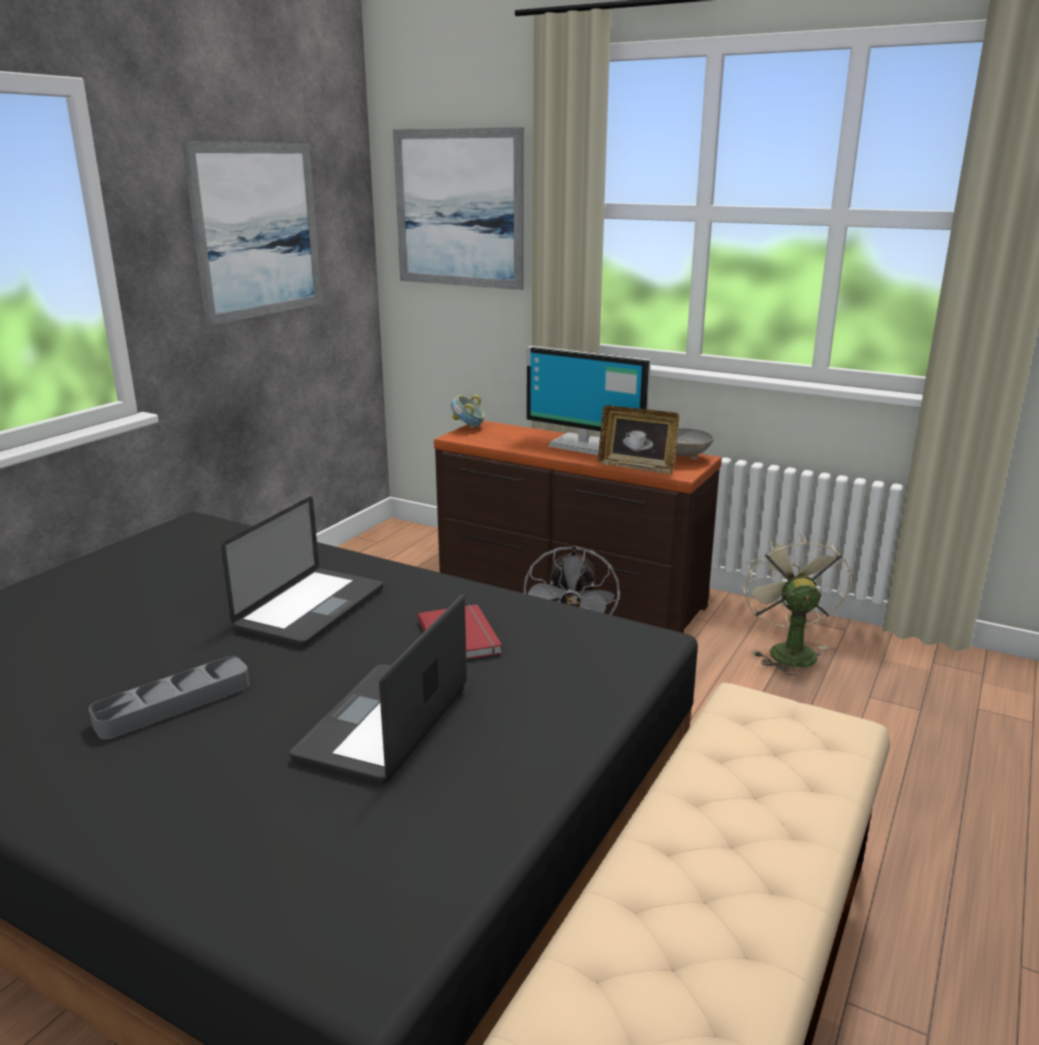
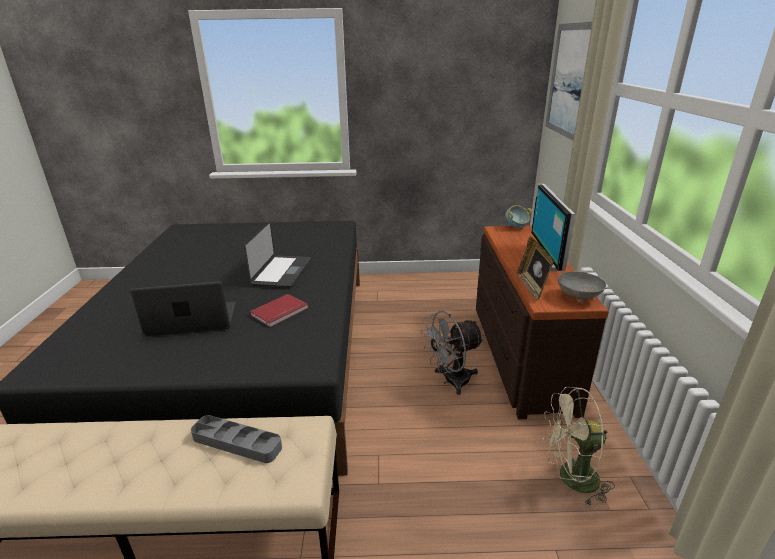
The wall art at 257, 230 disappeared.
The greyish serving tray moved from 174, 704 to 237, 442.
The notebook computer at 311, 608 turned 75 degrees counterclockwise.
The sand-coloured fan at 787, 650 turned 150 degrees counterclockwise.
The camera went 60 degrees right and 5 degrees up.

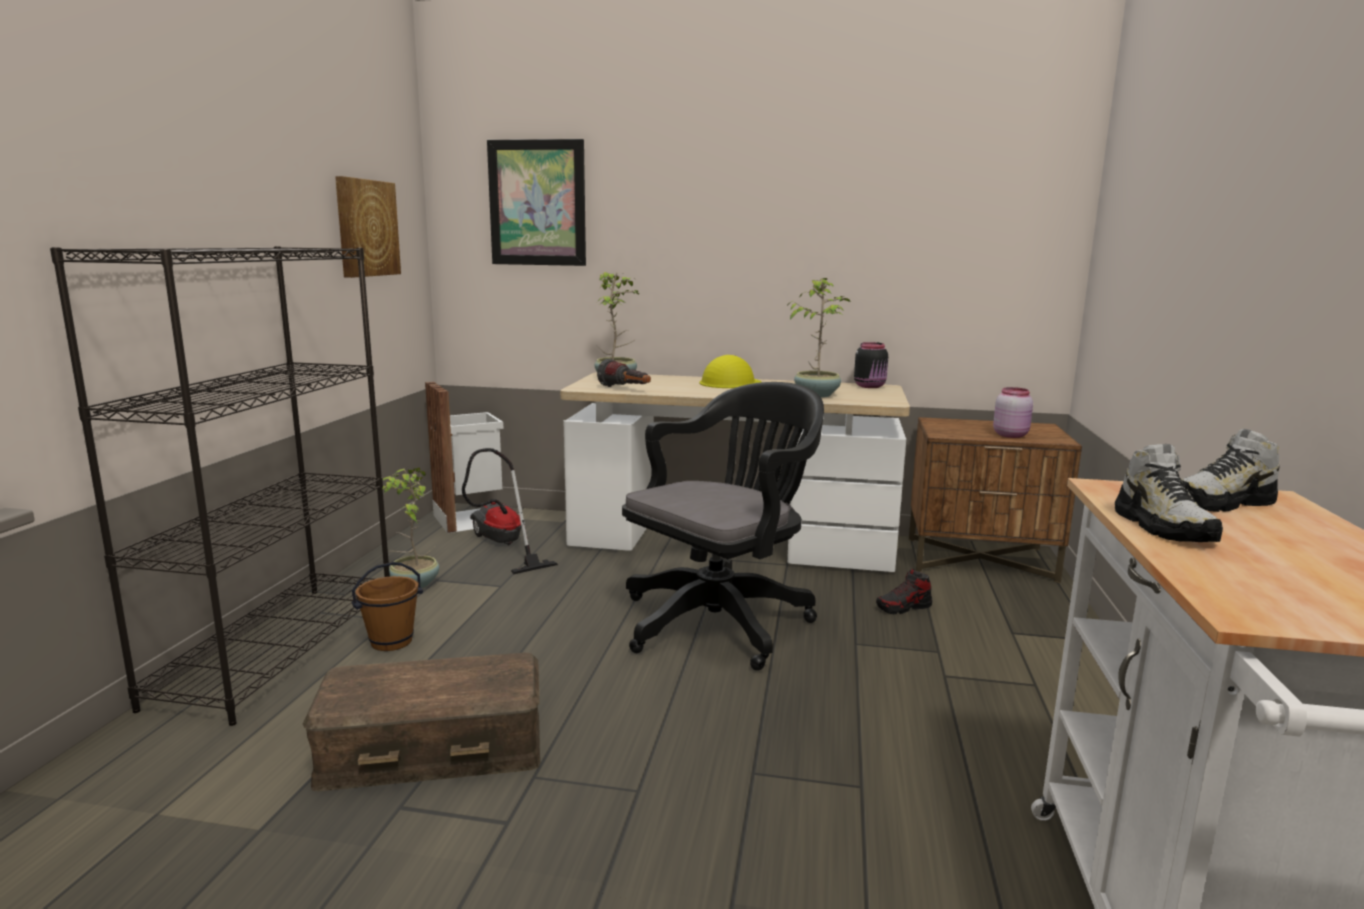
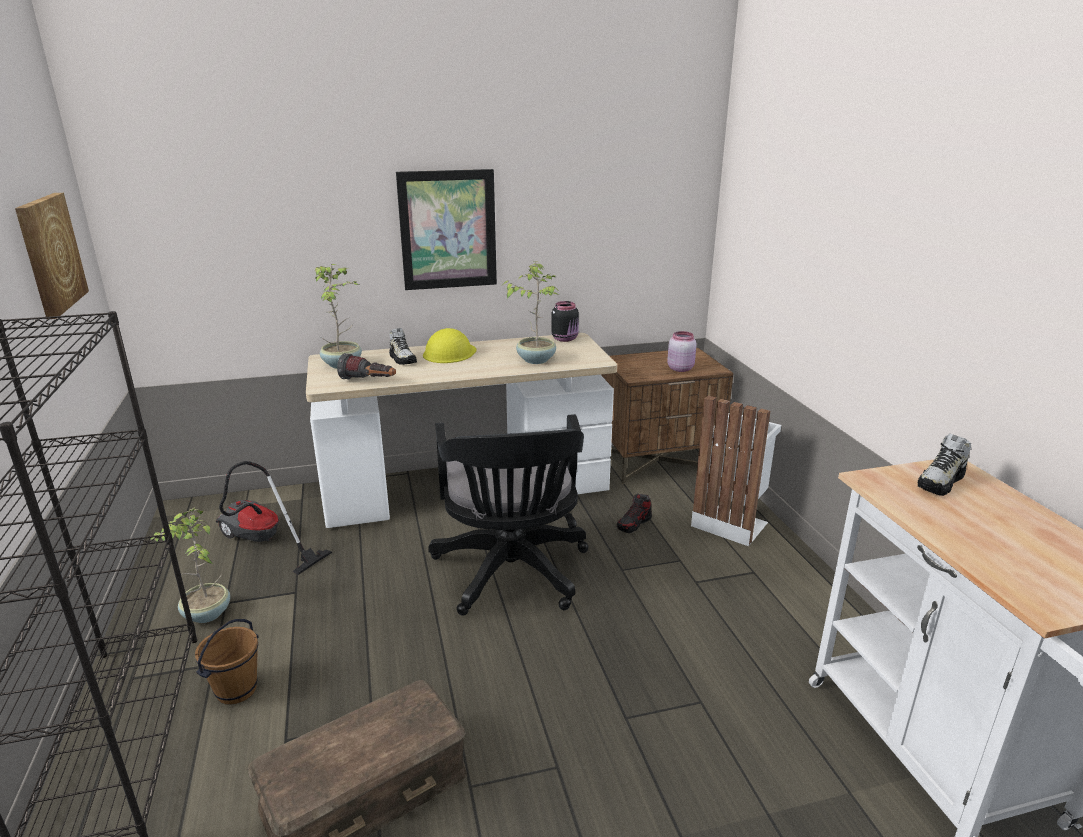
The white trash can moved from 469, 519 to 730, 522.
The wall art moved from 537, 203 to 448, 230.
The shoe moved from 1163, 527 to 402, 359.
The black-coloured office chair at 722, 620 turned 150 degrees clockwise.
The camera went 25 degrees left and 10 degrees up.

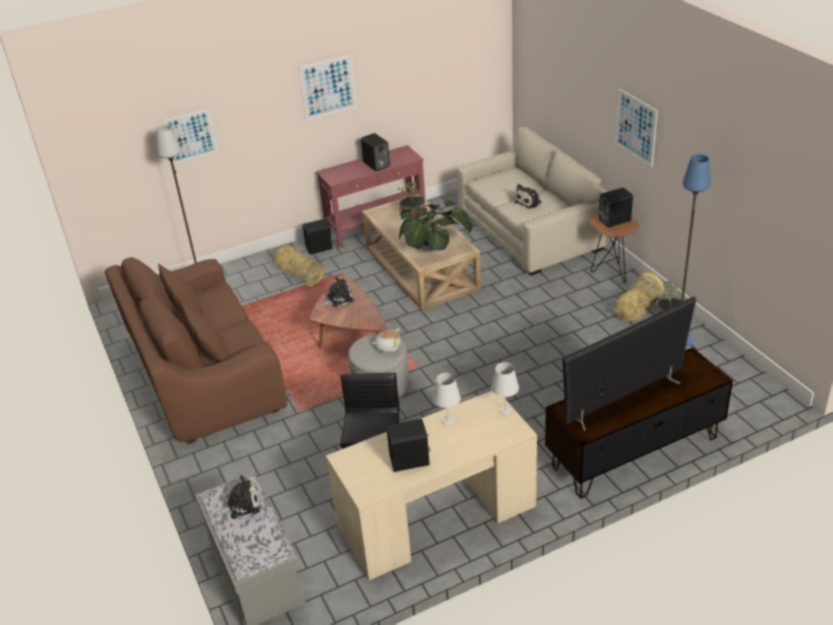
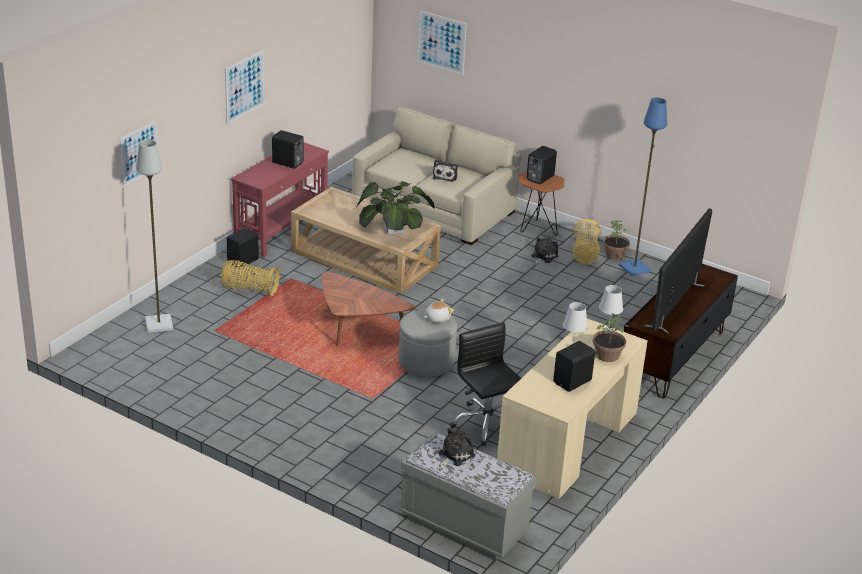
The brown settee at 205, 377 disappeared.
The soft toy moved from 338, 299 to 543, 257.
The potted plant moved from 413, 214 to 607, 355.
The wall art moved from 636, 127 to 442, 42.
The camera went 35 degrees left and 5 degrees down.

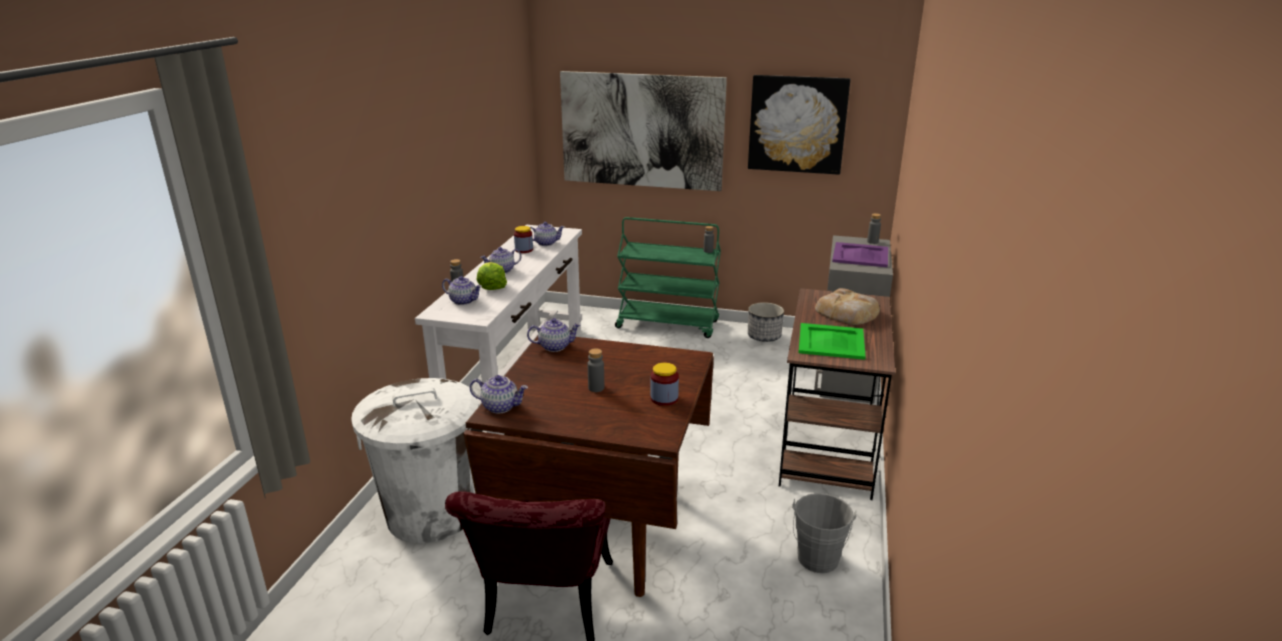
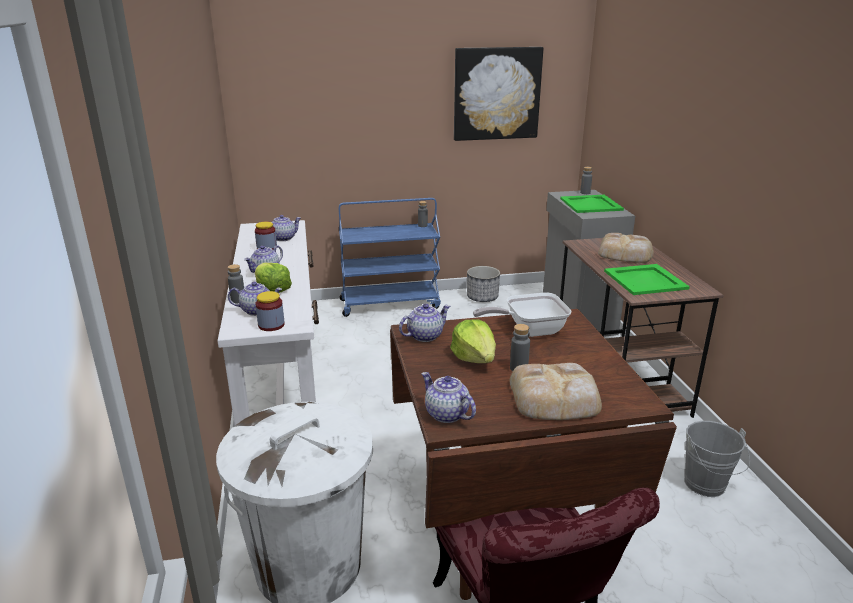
The wall art at 642, 130 disappeared.
The lettuce head at 475, 358 appeared.
The frying pan at 529, 330 appeared.
The bakery bread at 555, 398 appeared.
The preserve jar moved from 664, 398 to 271, 325.
The greenish trolley at 668, 324 became the bluish trolley at 390, 304.
The purplish serving tray at 861, 255 became the greenish serving tray at 591, 204.
The tea pot at 500, 406 turned 120 degrees counterclockwise.
The camera went 25 degrees left and 0 degrees up.

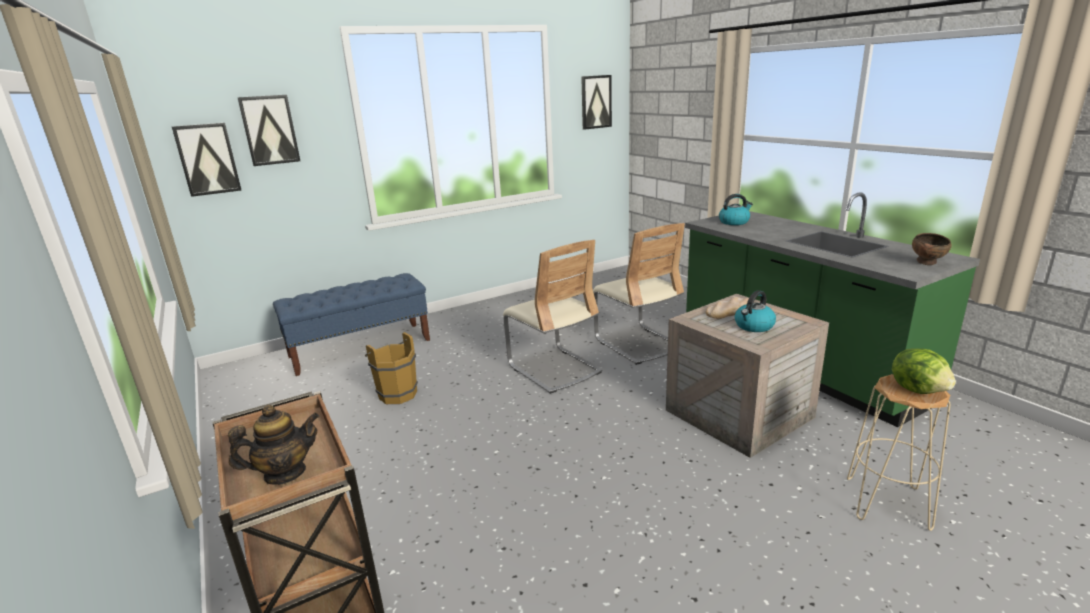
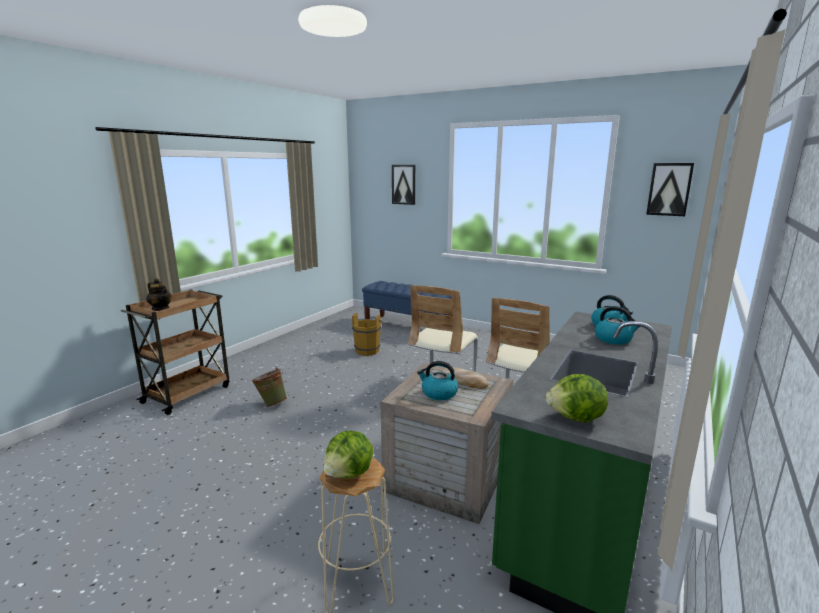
The wall art at 207, 159 disappeared.
The greenish water bucket at 271, 403 appeared.
The water kettle at 613, 339 appeared.
The brown deep dish at 927, 263 was replaced by the lettuce head at 576, 418.
The camera went 60 degrees right and 5 degrees down.

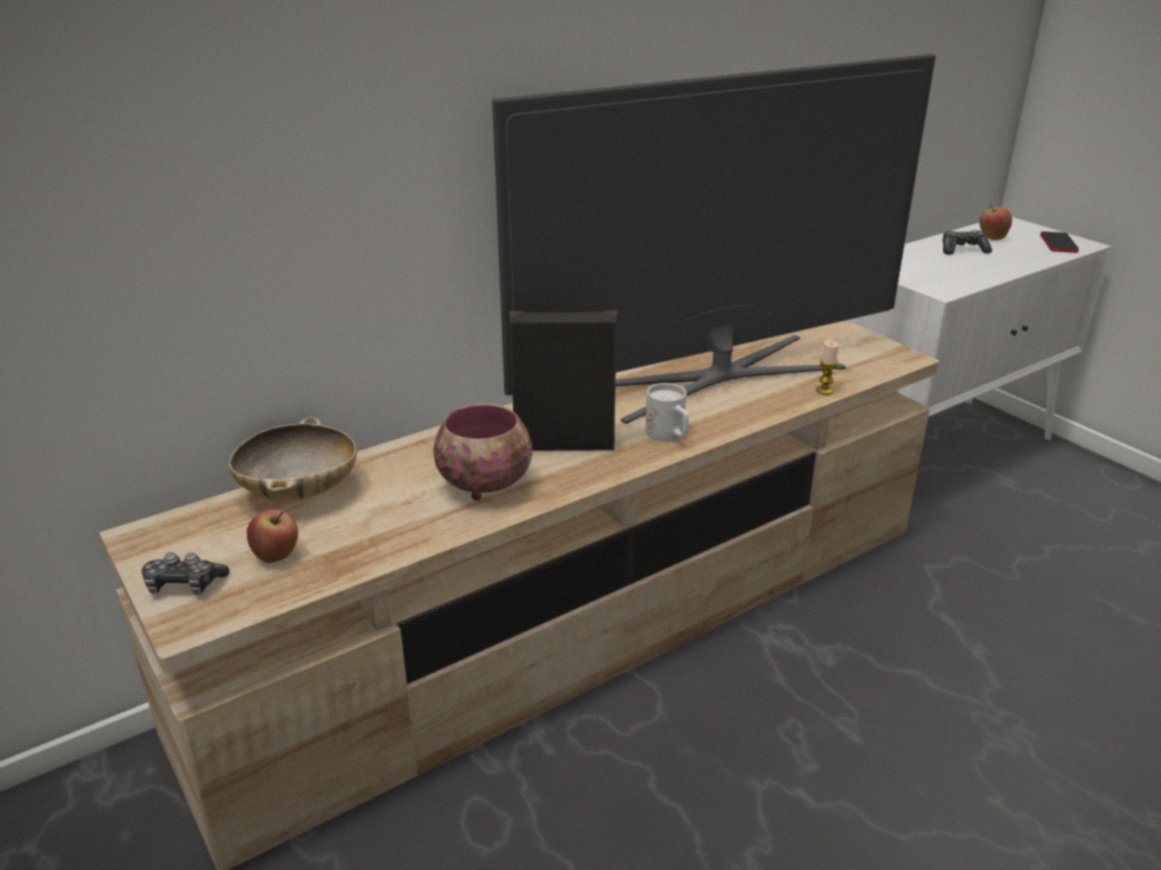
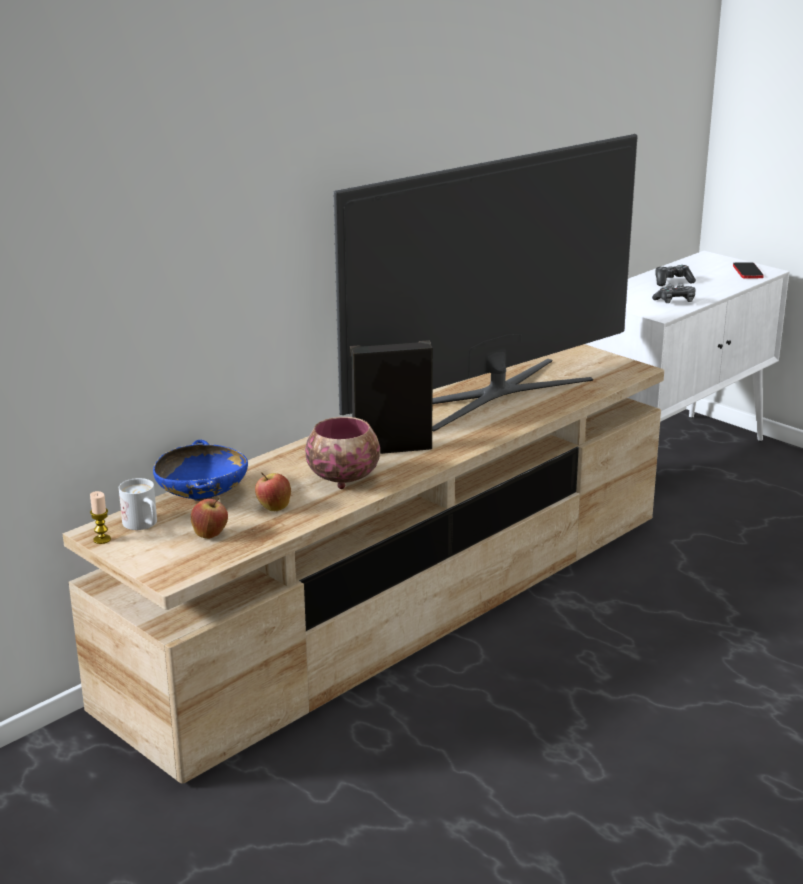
The gamepad moved from 184, 585 to 675, 301.
The white tea mug moved from 669, 436 to 143, 525.
The candle moved from 825, 390 to 102, 539.
The whole apple moved from 992, 238 to 273, 507.
The sand-coloured deep dish at 300, 492 became the bluish deep dish at 203, 495.
The camera went 10 degrees left and 5 degrees down.

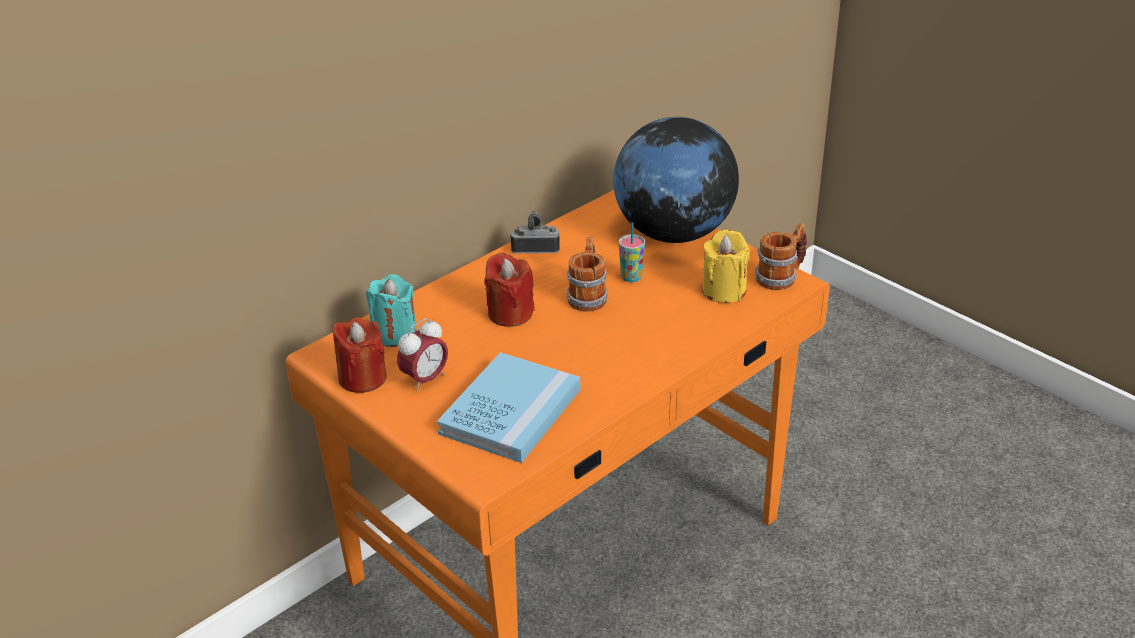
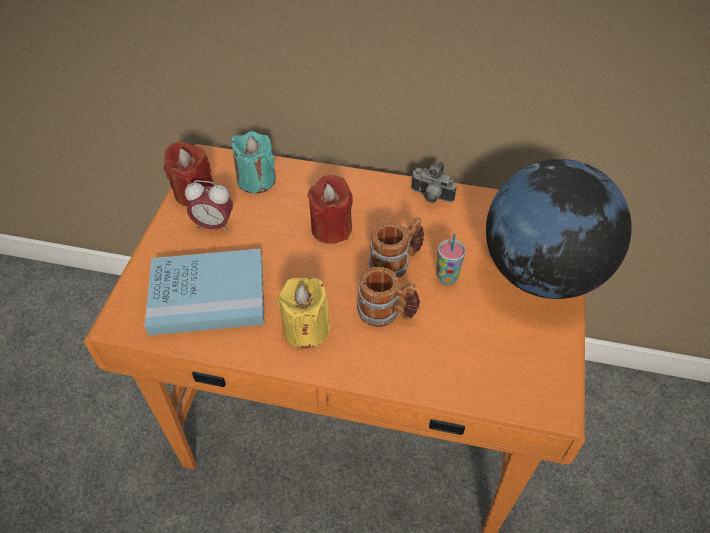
The yellowish candle moved from 724, 290 to 306, 329.
The tea mug moved from 781, 276 to 386, 313.
The still camera at 535, 248 turned 150 degrees clockwise.
The camera went 55 degrees right and 15 degrees up.

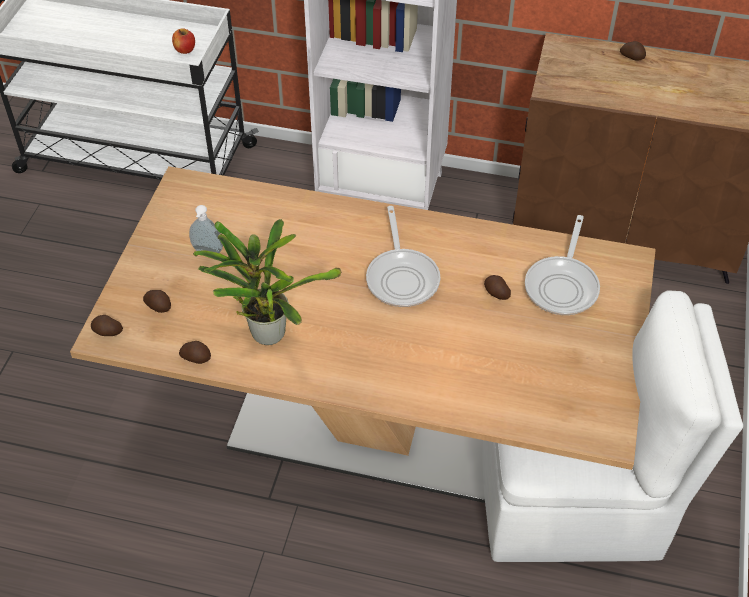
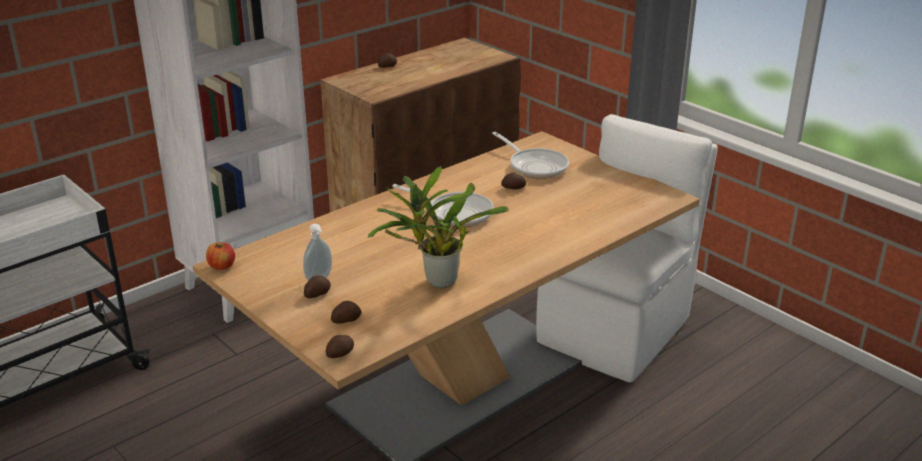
The whole apple moved from 185, 50 to 222, 266.
The potato moved from 196, 357 to 317, 294.
The camera went 55 degrees left and 20 degrees down.

